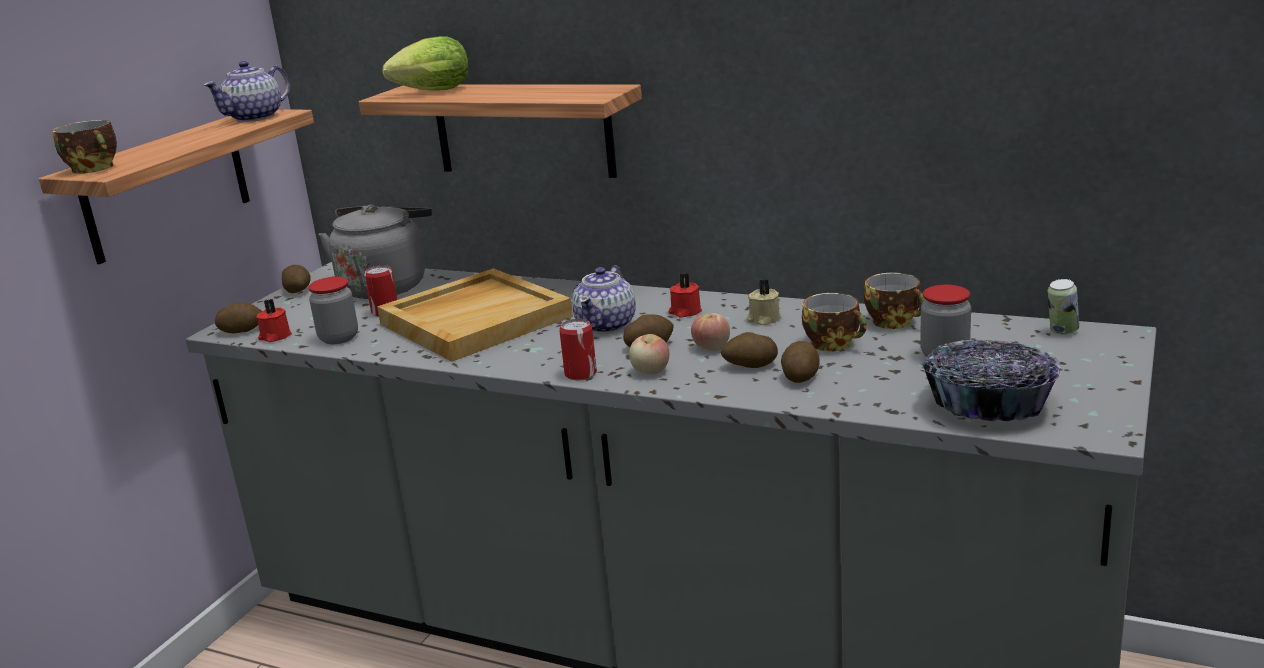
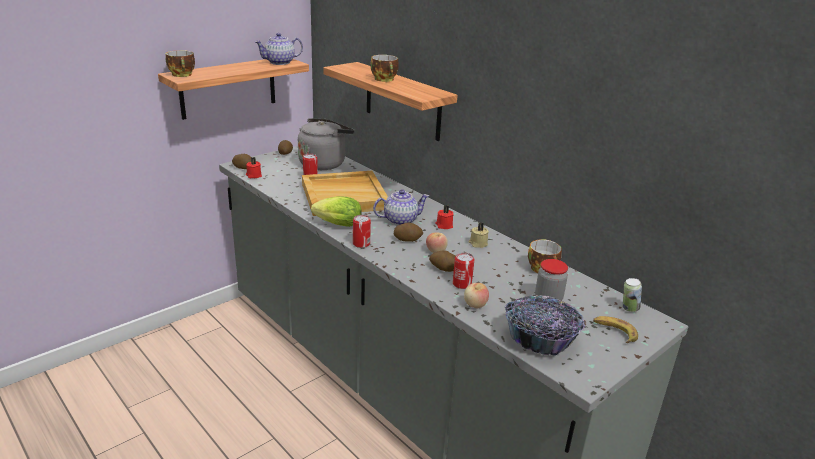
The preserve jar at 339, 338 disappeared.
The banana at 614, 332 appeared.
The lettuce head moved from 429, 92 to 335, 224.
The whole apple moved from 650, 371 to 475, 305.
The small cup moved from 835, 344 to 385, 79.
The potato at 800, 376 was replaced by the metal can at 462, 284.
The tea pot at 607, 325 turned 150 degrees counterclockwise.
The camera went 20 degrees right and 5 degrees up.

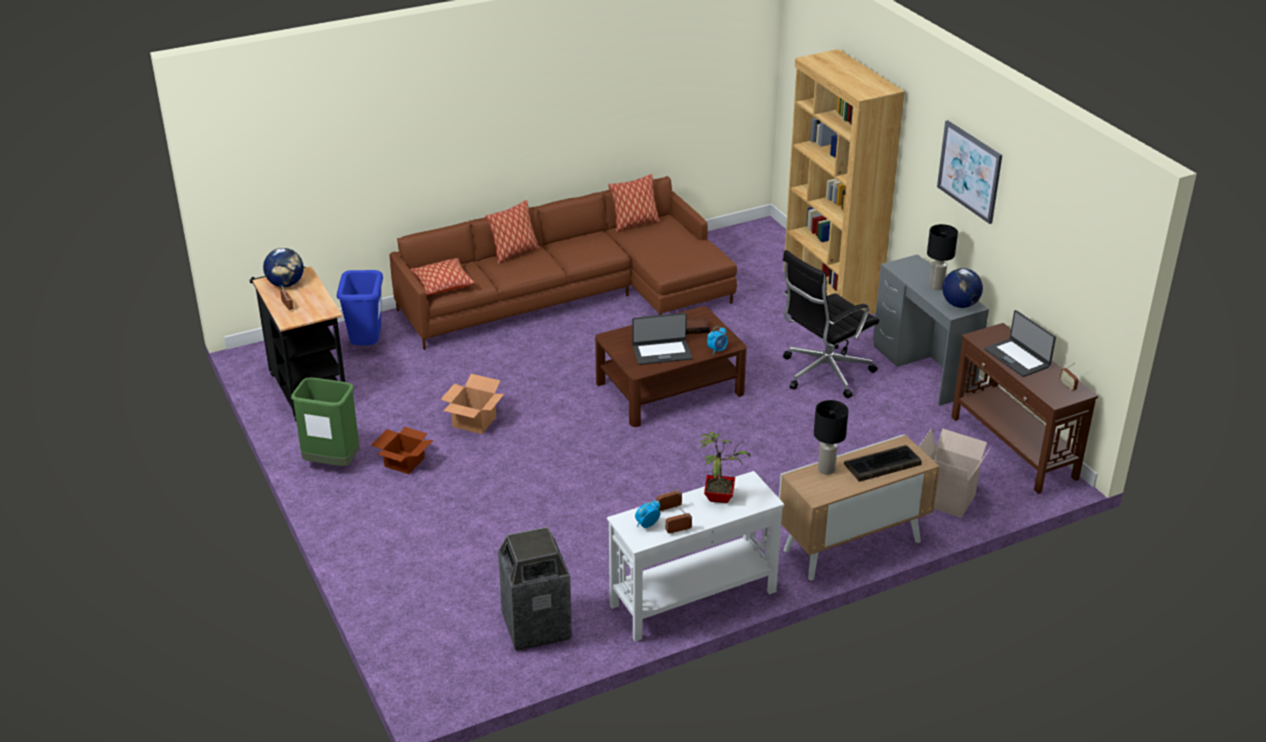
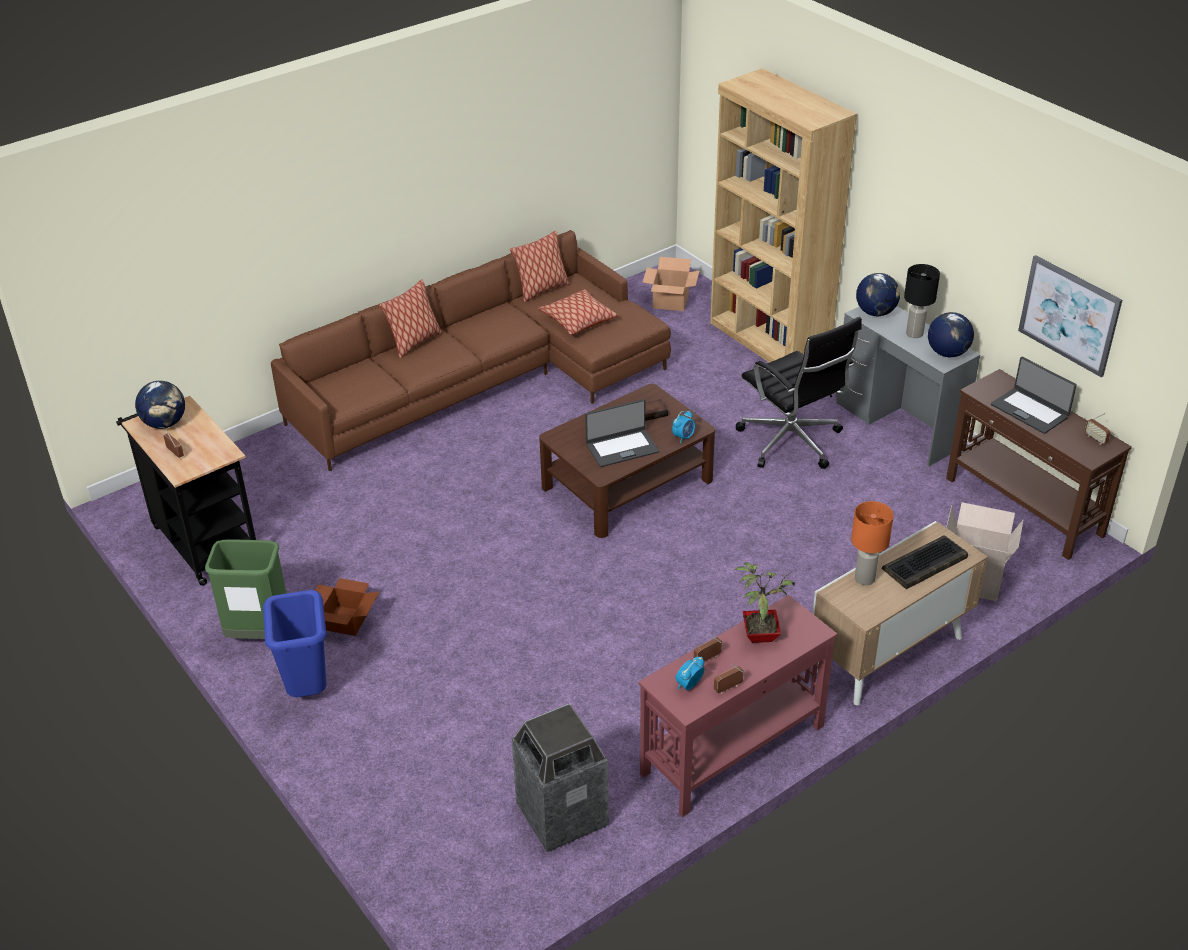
The globe at 875, 312 appeared.
The bluish trash can moved from 367, 346 to 308, 690.
The cushion moved from 442, 284 to 578, 320.
The cardboard box moved from 475, 422 to 671, 301.
The wall art moved from 969, 171 to 1069, 315.
The white narrow table at 692, 598 became the reddish narrow table at 731, 750.
The black-coloured tabletop lamp at 827, 469 became the orangey tabletop lamp at 865, 578.
The black-coloured office chair at 823, 373 turned 75 degrees counterclockwise.
The camera went 10 degrees left and 5 degrees up.

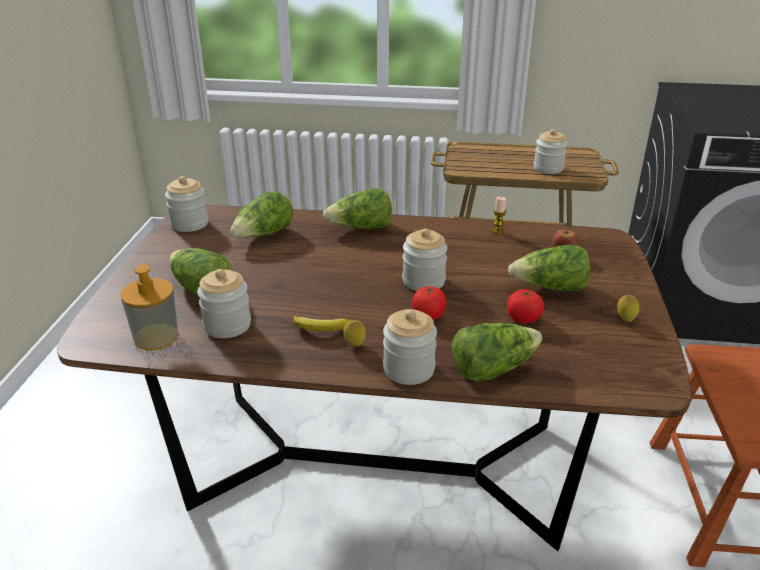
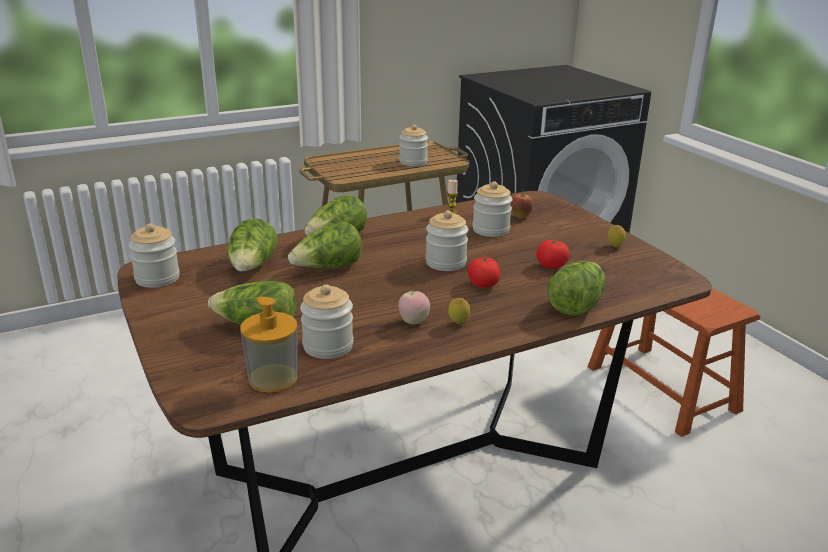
The preserve jar moved from 409, 369 to 491, 230.
The lettuce head moved from 550, 288 to 328, 267.
The banana at 320, 329 was replaced by the whole apple at 413, 322.
The camera went 35 degrees left and 5 degrees down.

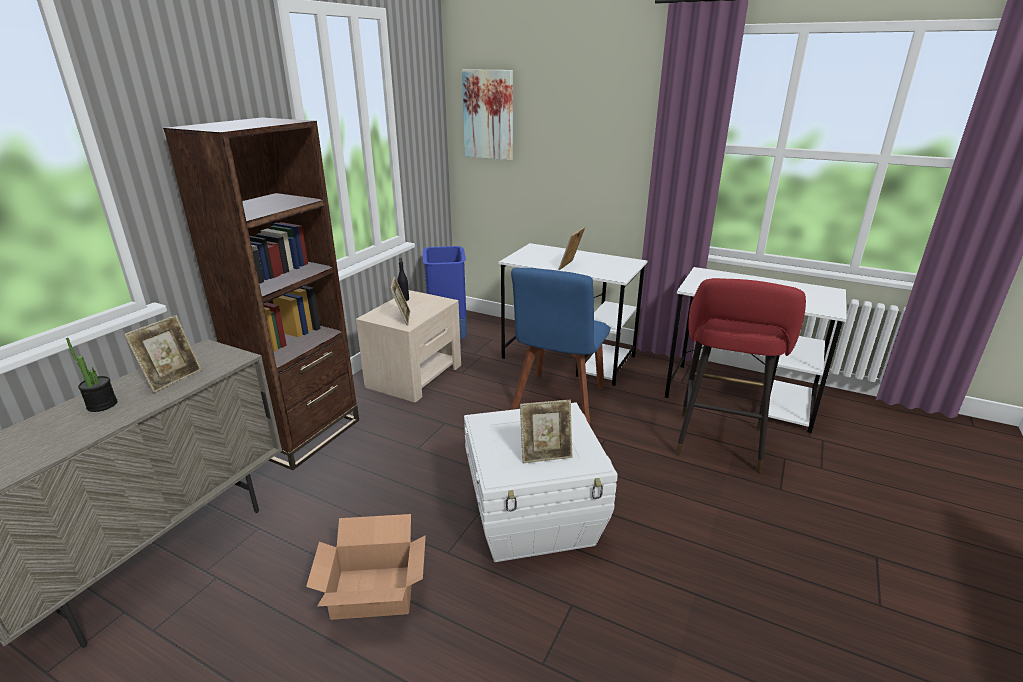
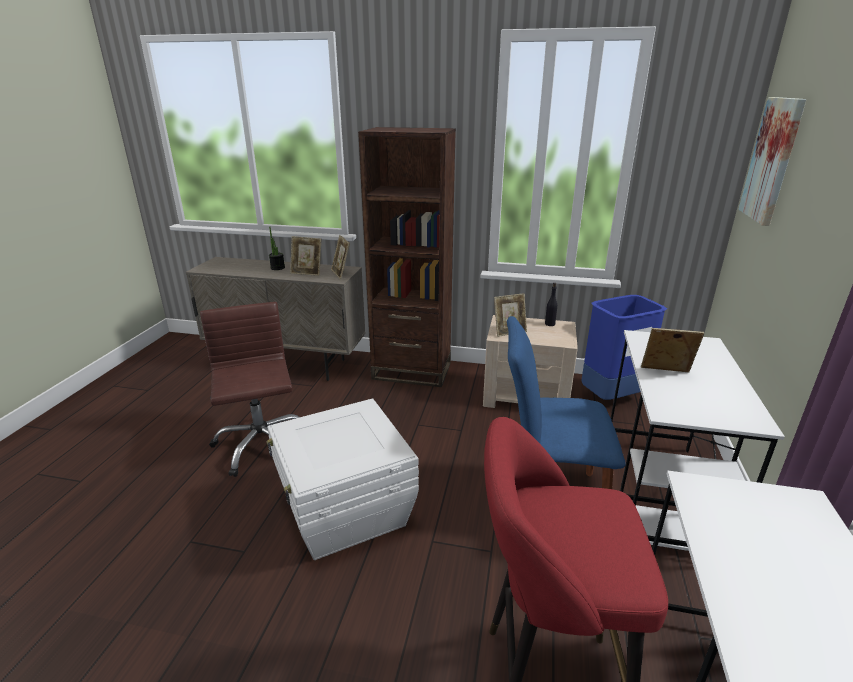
The standing frame moved from 545, 454 to 341, 274.
The cardboard box at 372, 591 was replaced by the brown office chair at 261, 444.
The camera went 75 degrees right and 0 degrees up.

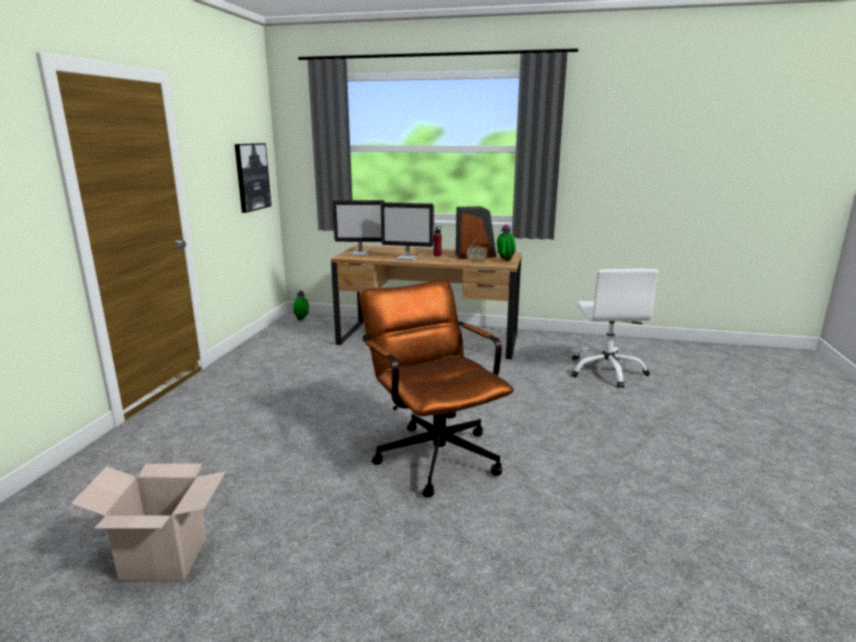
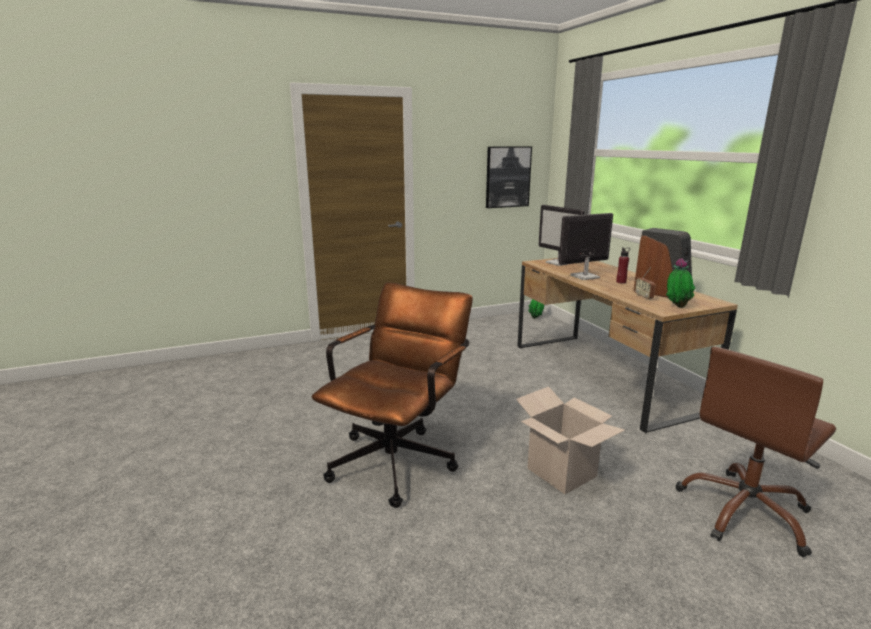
The cardboard box moved from 165, 558 to 561, 472.
The white office chair at 606, 371 became the brown office chair at 745, 512.
The computer display at 408, 258 turned 90 degrees clockwise.
The camera went 55 degrees right and 0 degrees up.

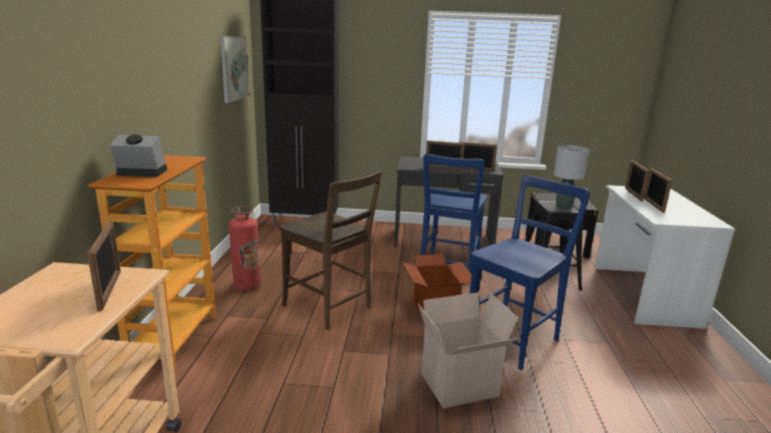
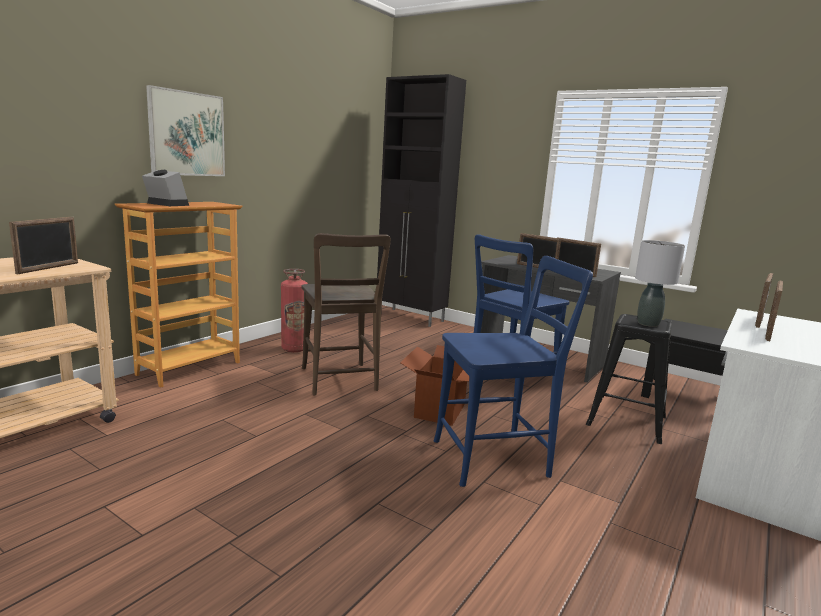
The cardboard box at 459, 387 disappeared.
The wall art moved from 233, 68 to 187, 134.
The camera went 30 degrees right and 5 degrees down.

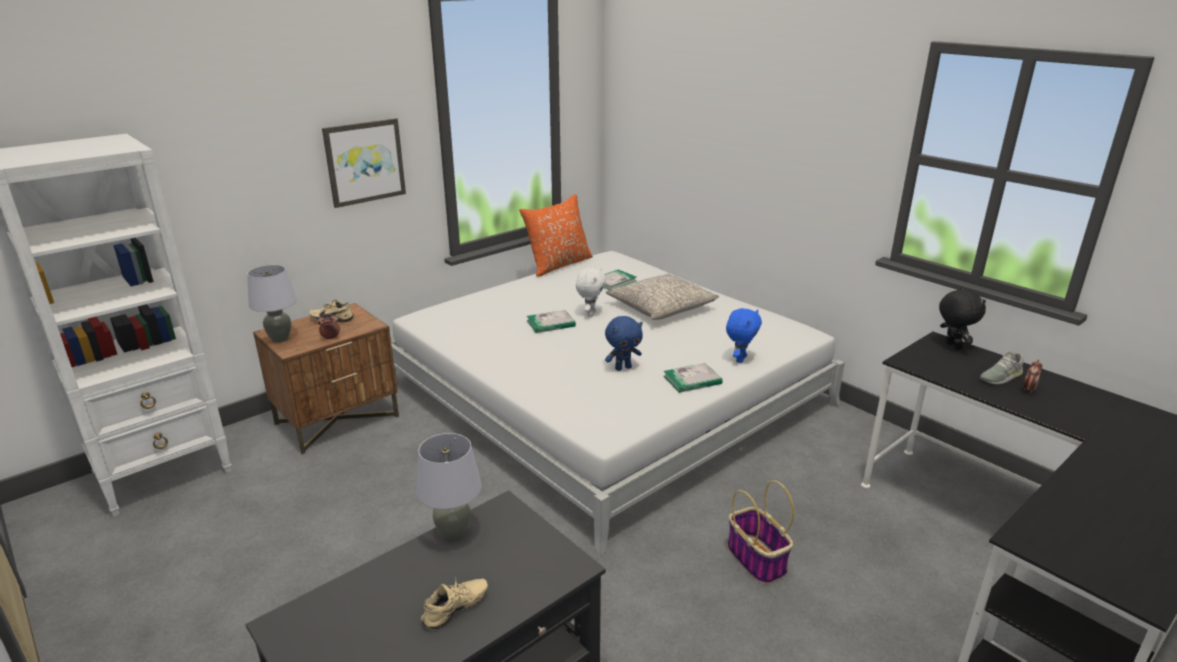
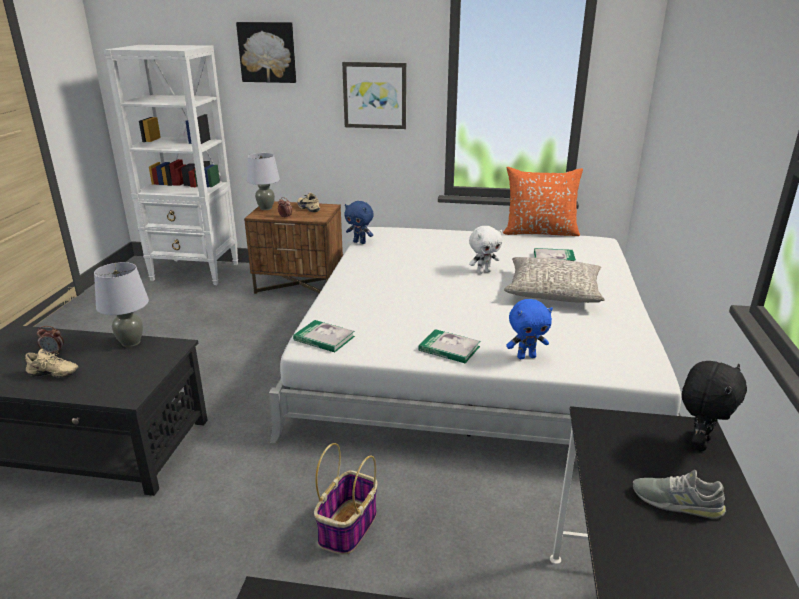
The wall art at 267, 52 appeared.
The volume moved from 551, 323 to 324, 338.
The bluish soft toy moved from 623, 368 to 360, 242.
The alarm clock moved from 1028, 389 to 53, 352.
The camera went 50 degrees right and 0 degrees up.

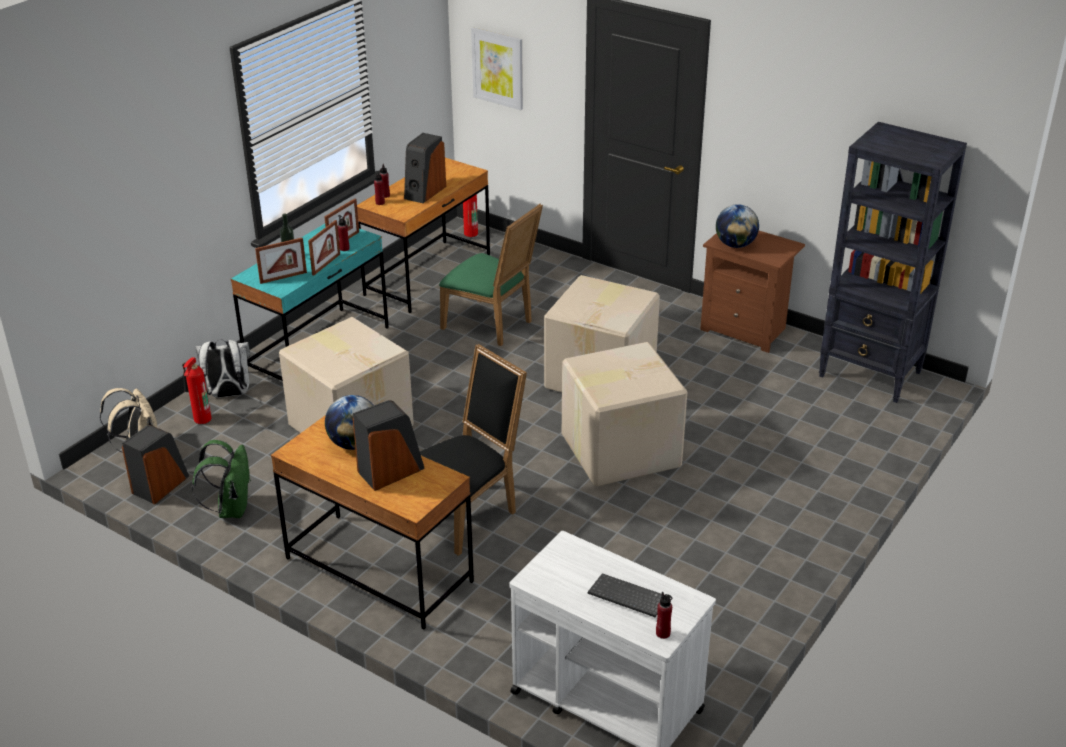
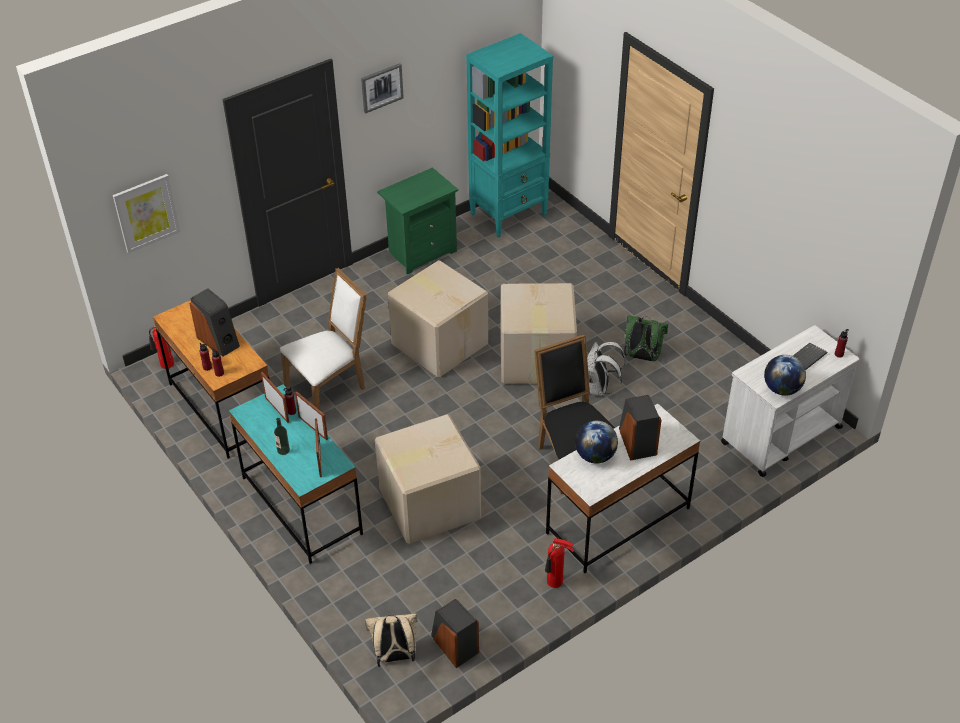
The wall art at 381, 87 appeared.
The fire extinguisher moved from 200, 420 to 555, 583.
The greenish rucksack moved from 231, 508 to 642, 357.
The white rucksack moved from 228, 394 to 599, 388.
The globe moved from 735, 245 to 782, 389.
The brown desk table at 378, 570 became the white desk table at 618, 521.
The greenish upright chair at 492, 325 became the white upright chair at 330, 386.
The brown nightstand at 746, 330 became the greenish nightstand at 421, 252.
The black-coloured bookshelf at 871, 375 became the blue-green bookshelf at 509, 214.
The camera went 70 degrees left and 10 degrees up.

